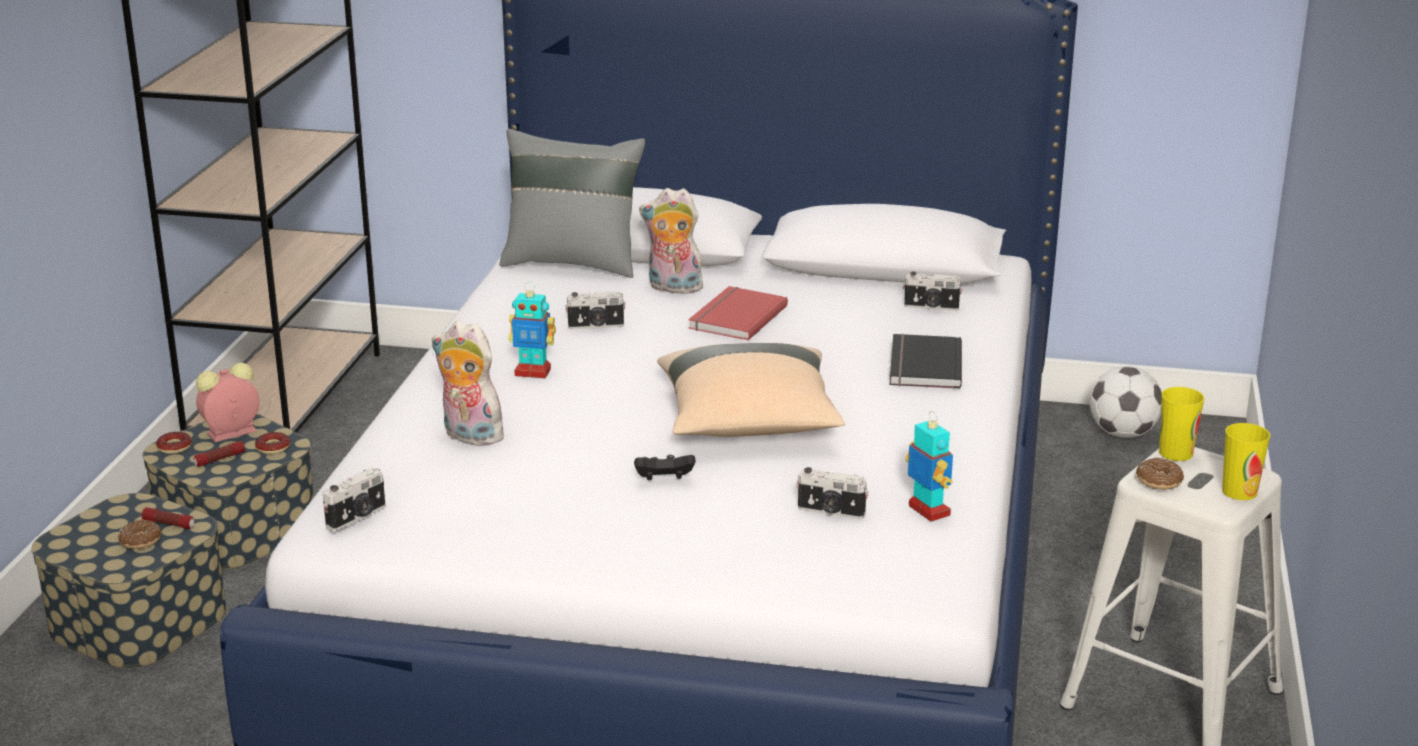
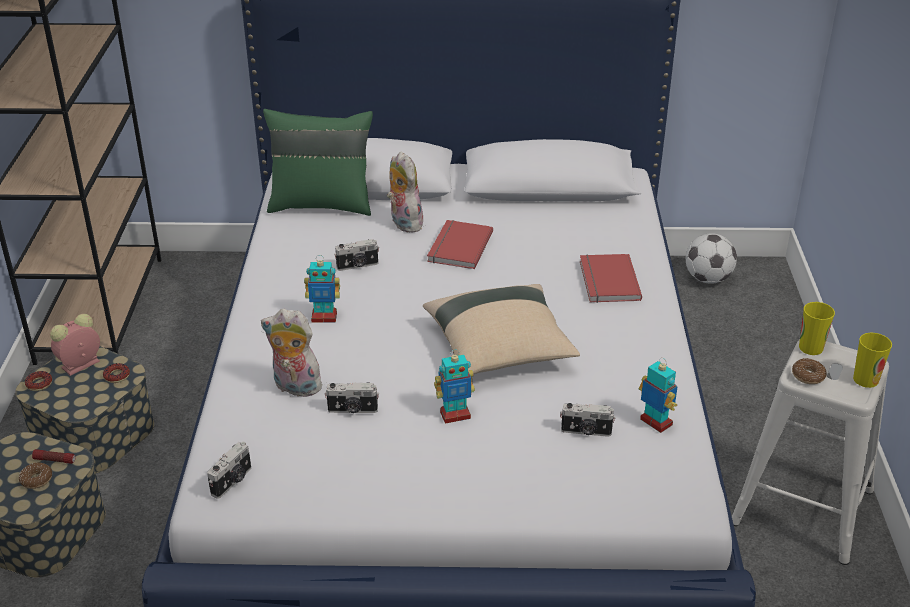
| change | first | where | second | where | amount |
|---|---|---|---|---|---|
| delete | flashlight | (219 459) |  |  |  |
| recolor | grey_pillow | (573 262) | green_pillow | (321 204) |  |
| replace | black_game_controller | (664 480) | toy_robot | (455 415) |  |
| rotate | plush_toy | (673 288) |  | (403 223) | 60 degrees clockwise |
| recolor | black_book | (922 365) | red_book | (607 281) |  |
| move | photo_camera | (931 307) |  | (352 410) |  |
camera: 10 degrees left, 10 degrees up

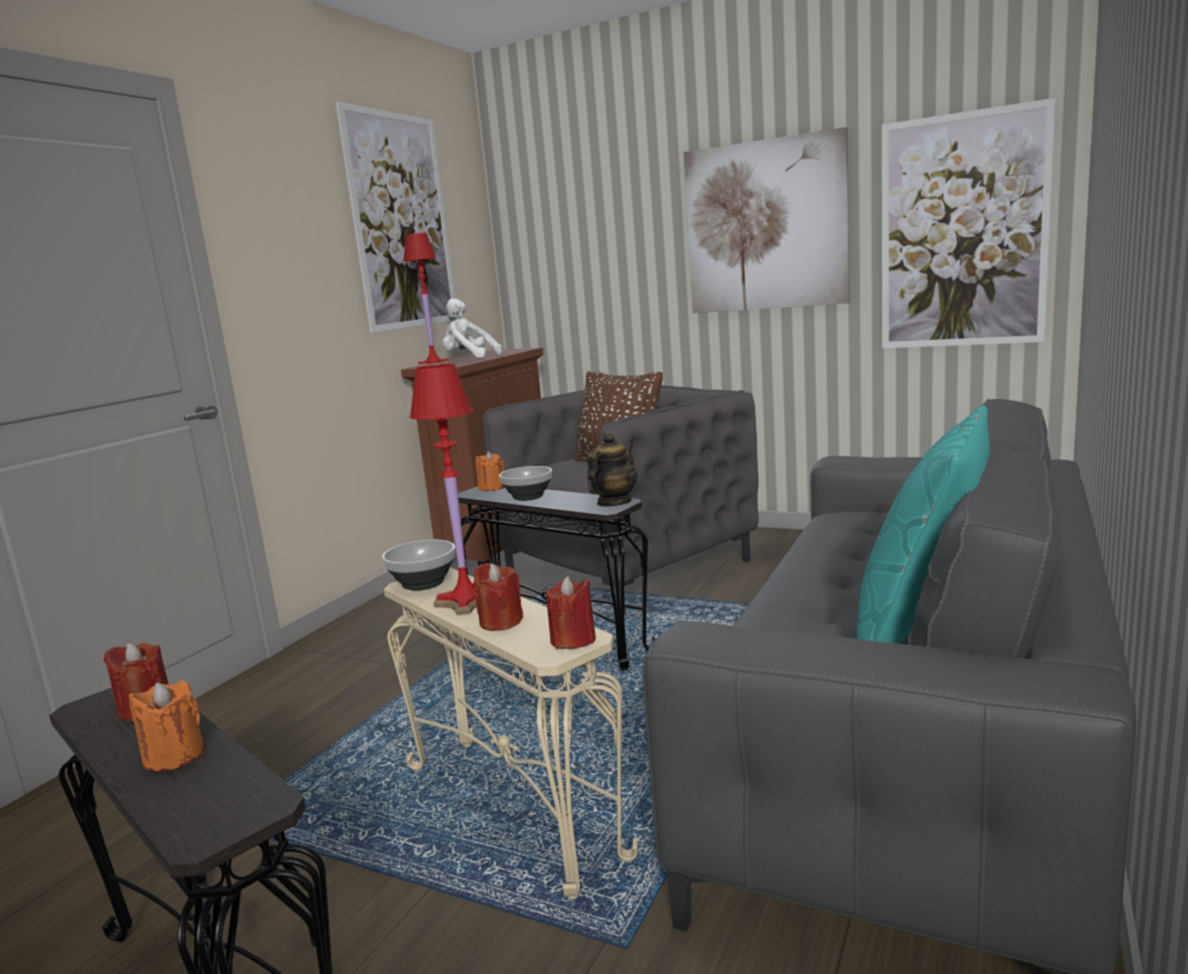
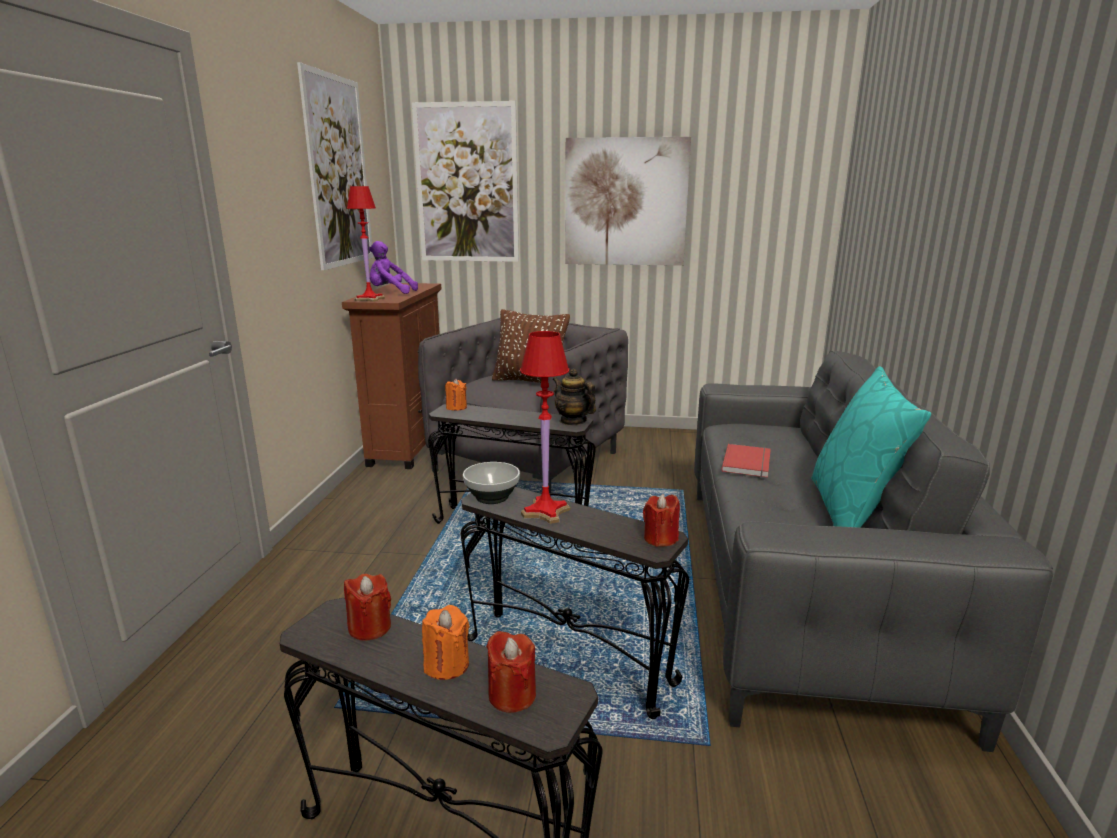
| change | first | where | second | where | amount |
|---|---|---|---|---|---|
| recolor | beige_side_table | (512 811) | black_side_table | (567 662) |  |
| recolor | white_plush_toy | (468 359) | purple_plush_toy | (390 292) |  |
| move | red_candle | (500 622) |  | (512 695) |  |
| delete | bowl | (527 496) |  |  |  |
| rotate | teapot | (613 503) |  | (573 421) | 60 degrees counterclockwise |
| move | picture | (962 232) |  | (467 184) |  |
| insert |  |  | red_book | (748 463) |  |
camera: 20 degrees left, 5 degrees up

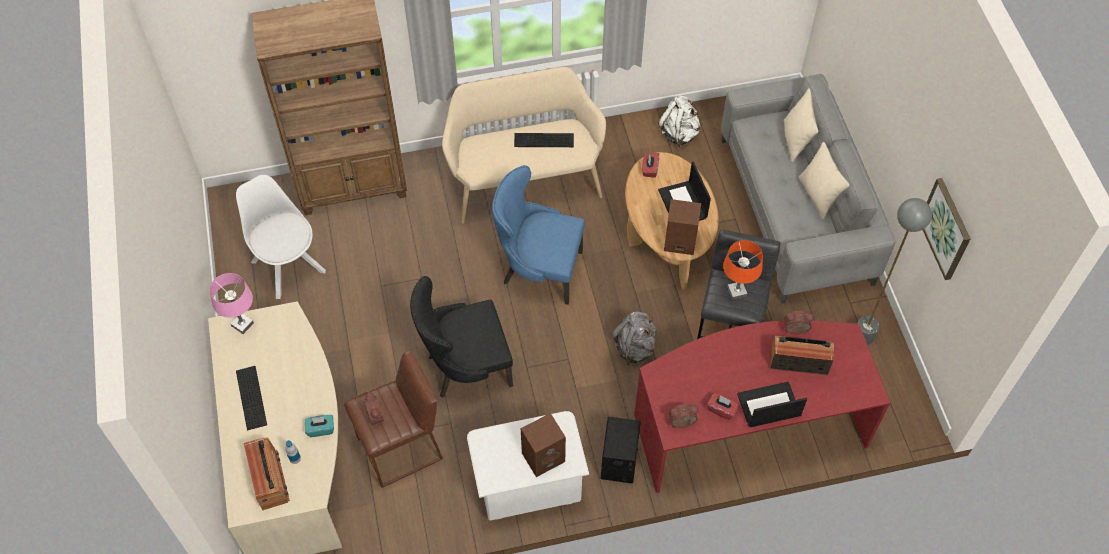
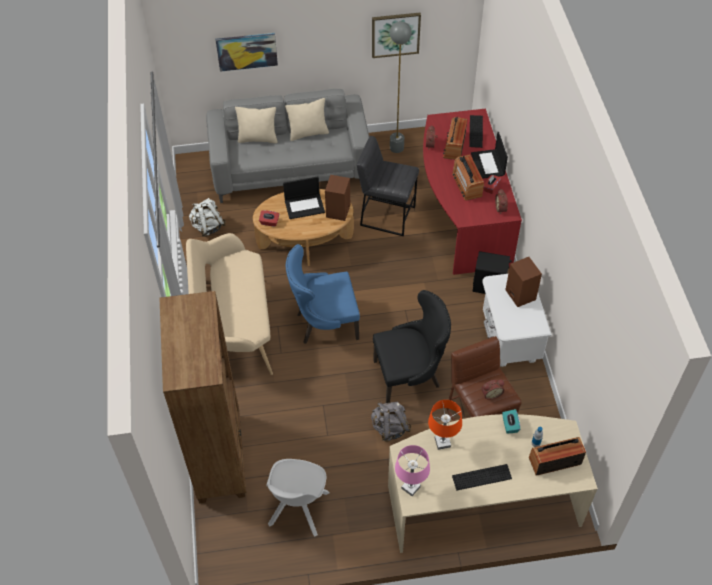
| change | first | where | second | where | amount |
|---|---|---|---|---|---|
| rotate | white_chair | (287 265) |  | (298 509) | 45 degrees counterclockwise |
| rotate | black_chair | (465 368) |  | (409 376) | 90 degrees counterclockwise |
| rotate | blue_chair | (539 270) |  | (324 324) | 60 degrees clockwise |
| move | keyboard | (544 140) |  | (476 131) |  |
| move | grey_backpack | (635 347) |  | (390 428) |  |
| move | orange_table_lamp | (736 292) |  | (442 442) |  |
| insert |  |  | picture | (246 51) |  |
| insert |  |  | radio | (467 185) |  |
camera: 85 degrees left, 5 degrees down

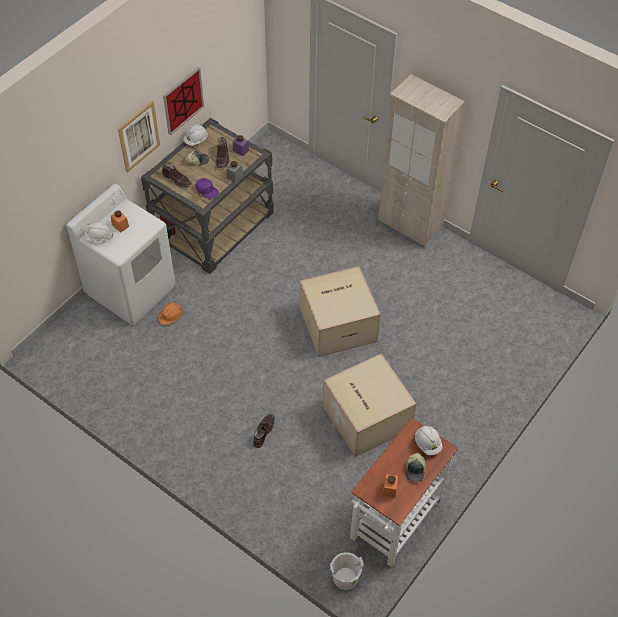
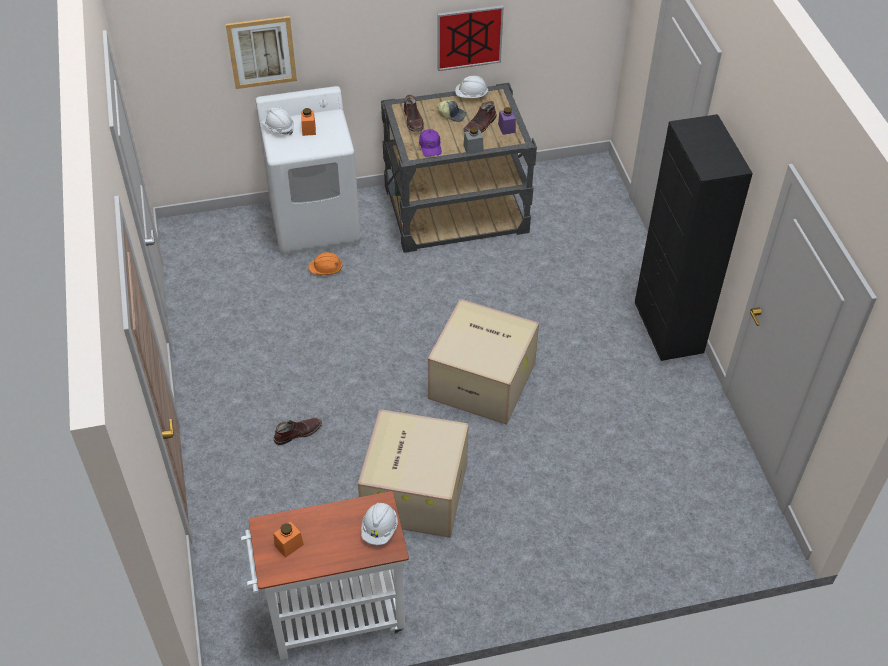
| change | first | where | second | where | amount |
|---|---|---|---|---|---|
| move | picture | (138 136) |  | (262 52) |  |
| delete | white_bucket | (345 578) |  |  |  |
| recolor | beige_cabinet | (410 226) | black_cabinet | (667 332) |  |
| delete | cap | (415 470) |  |  |  |
camera: 40 degrees right, 5 degrees down

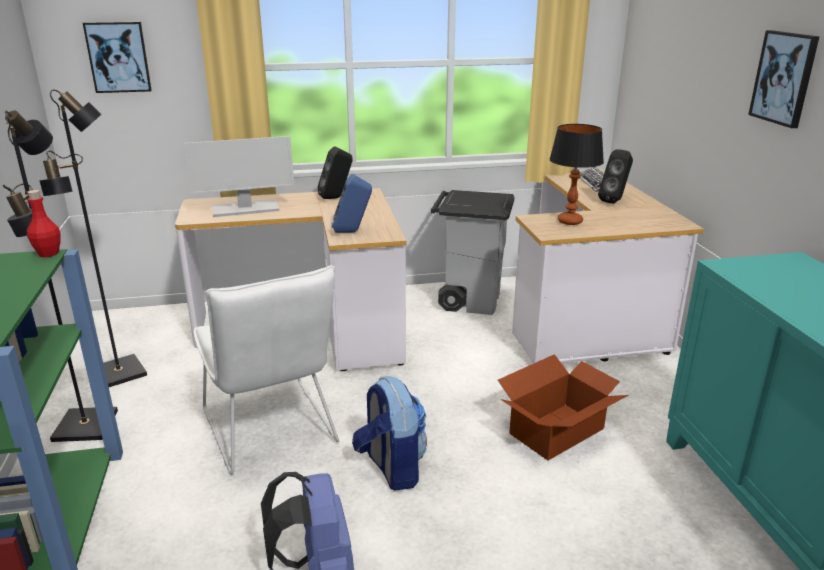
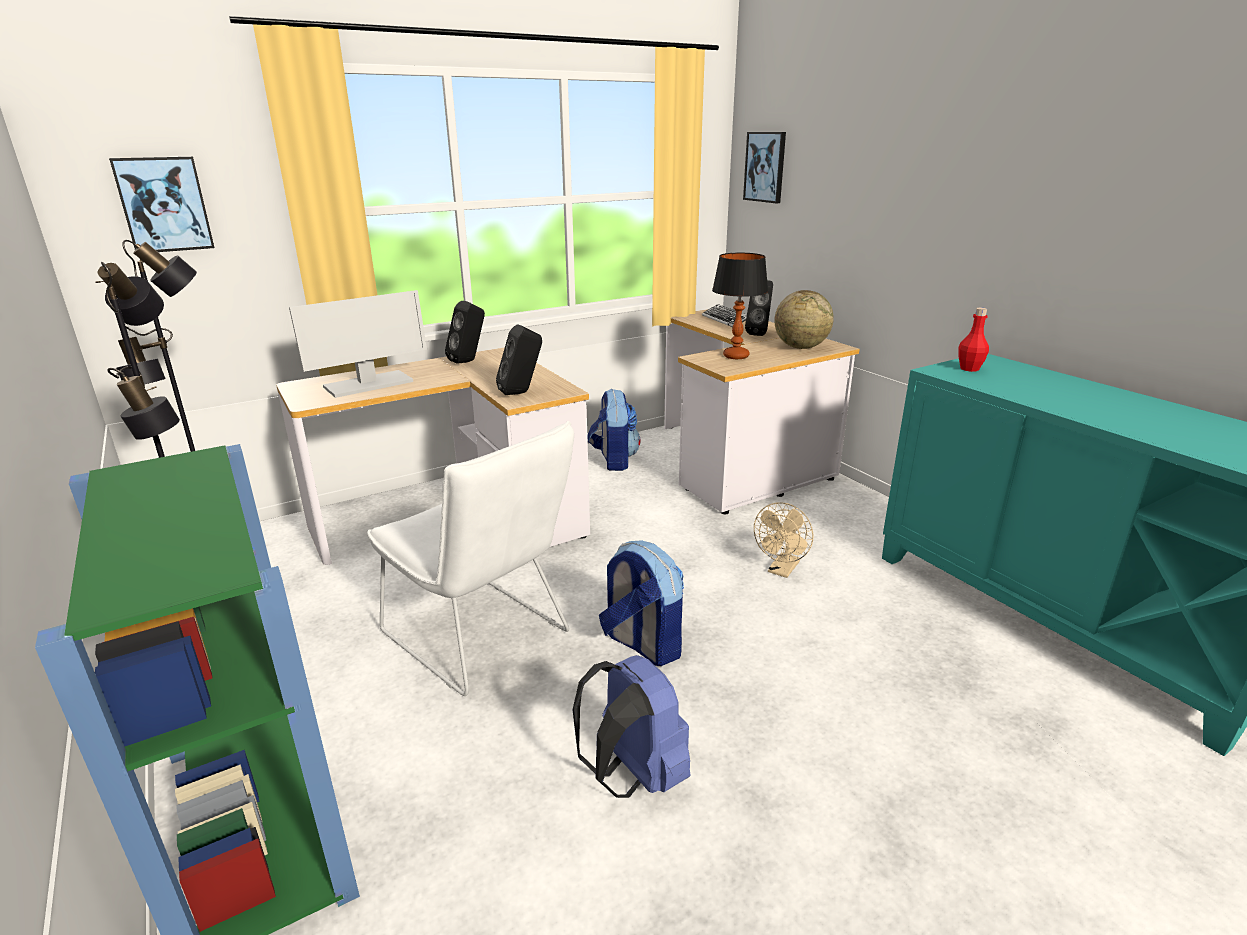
| change | first | where | second | where | amount |
|---|---|---|---|---|---|
| move | red_bottle | (48 253) |  | (969 369) |  |
| recolor | blue_speaker | (352 232) | black_speaker | (522 393) |  |
| replace | grey_trash_can | (470 300) | backpack | (614 460) |  |
| replace | cardboard_box | (558 431) | beige_fan | (782 570) |  |
| move | picture | (784 78) |  | (765 167) |  |
| insert |  |  | globe | (800 347) |  |
camera: 20 degrees left, 0 degrees up

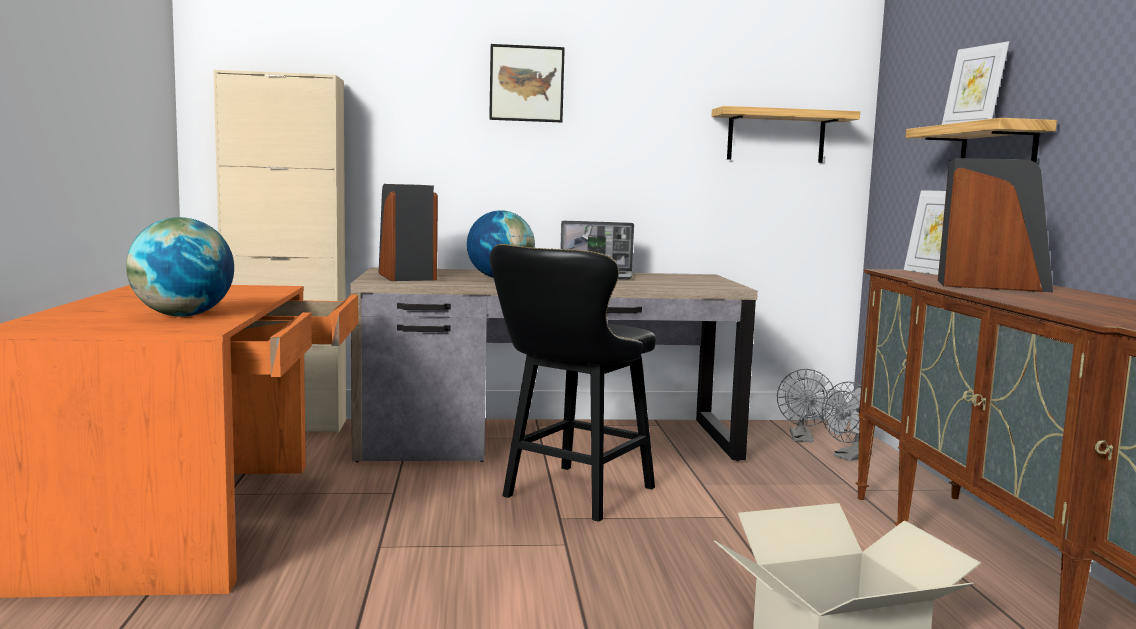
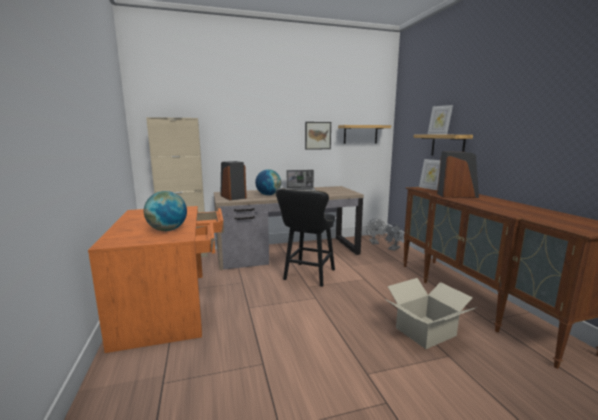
| change | first | where | second | where | amount |
|---|---|---|---|---|---|
| move | picture | (526 83) |  | (318 135) |  |
camera: 10 degrees left, 5 degrees up

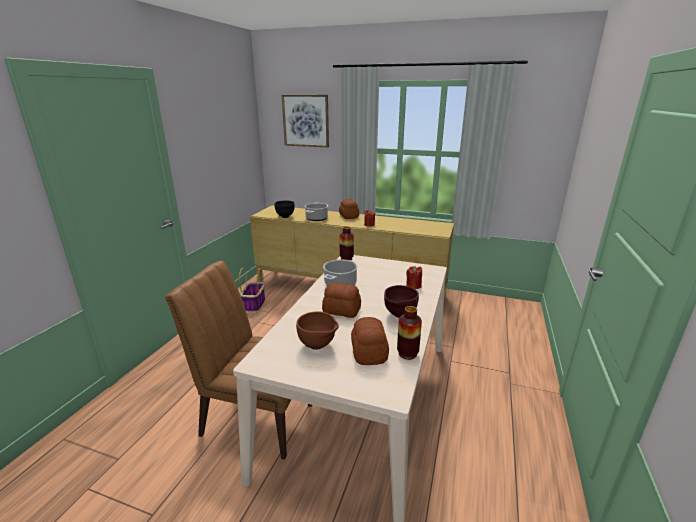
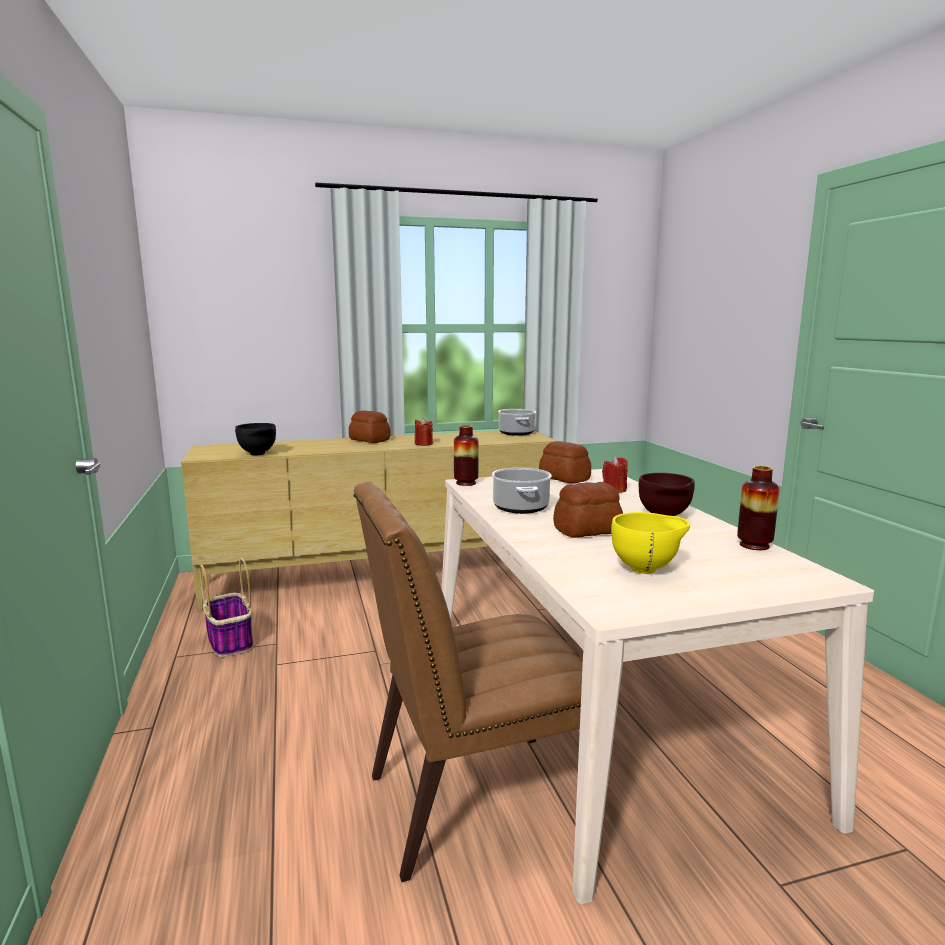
| change | first | where | second | where | amount |
|---|---|---|---|---|---|
| delete | picture | (306 121) |  |  |  |
| recolor | brown_bowl | (318 346) | yellow_bowl | (647 569) |  |
| move | cooking_pot | (316 219) |  | (517 433) |  |
| move | bread | (369 352) |  | (564 478) |  |
camera: 35 degrees left, 10 degrees down

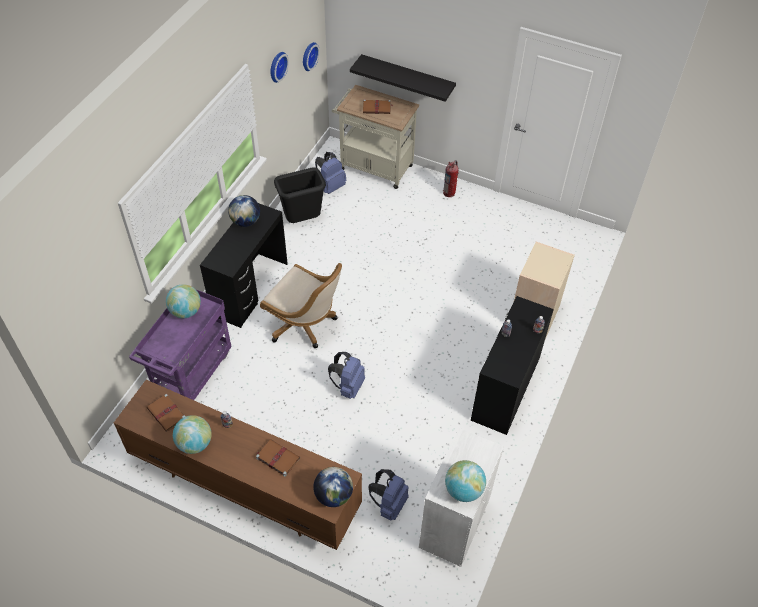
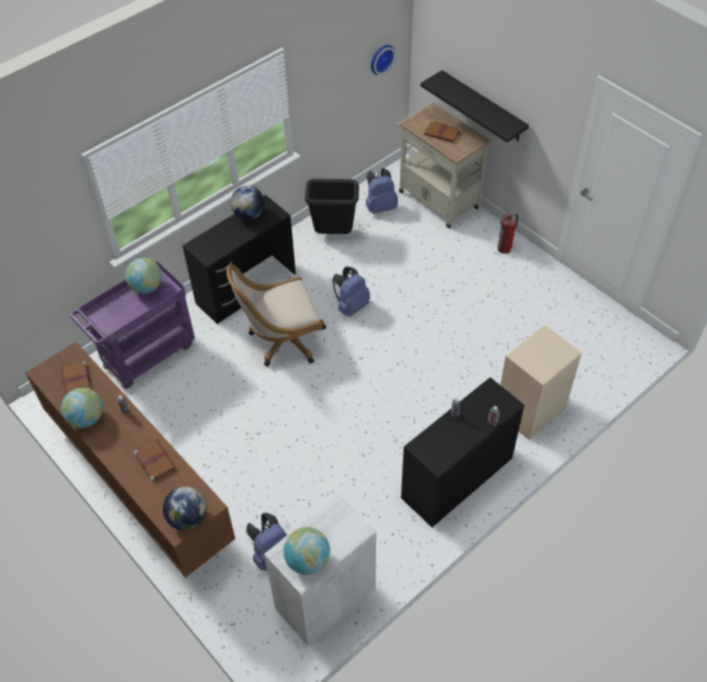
| change | first | where | second | where | amount |
|---|---|---|---|---|---|
| rotate | office_chair | (305 324) |  | (282 340) | 105 degrees clockwise |
| delete | wall_clock | (276 66) |  |  |  |
| move | blue_backpack | (348 386) |  | (351 306) |  |
camera: 25 degrees right, 0 degrees up

